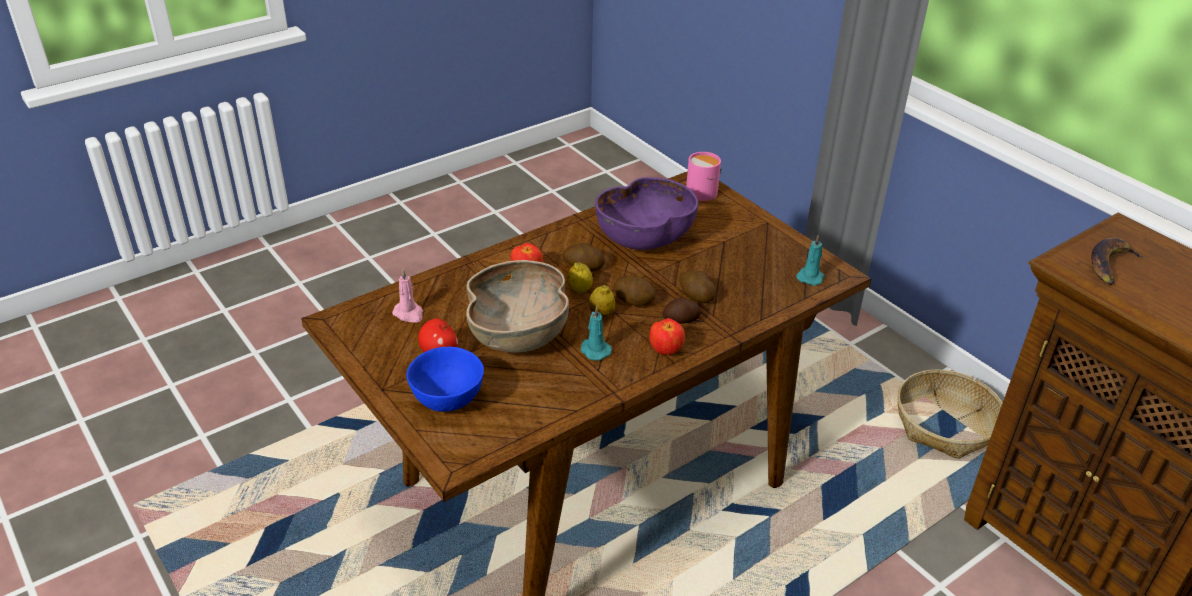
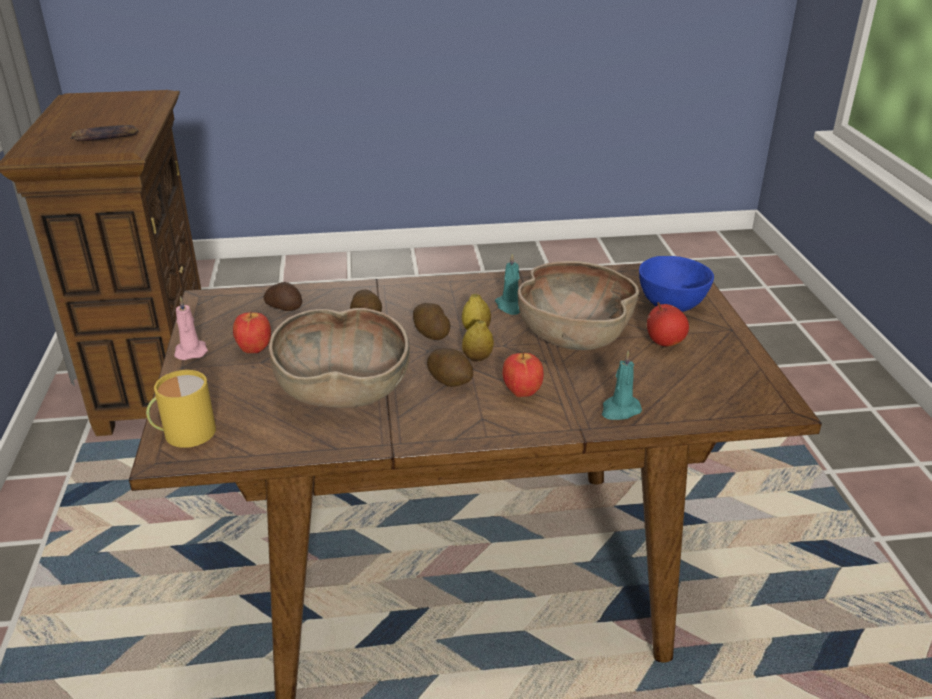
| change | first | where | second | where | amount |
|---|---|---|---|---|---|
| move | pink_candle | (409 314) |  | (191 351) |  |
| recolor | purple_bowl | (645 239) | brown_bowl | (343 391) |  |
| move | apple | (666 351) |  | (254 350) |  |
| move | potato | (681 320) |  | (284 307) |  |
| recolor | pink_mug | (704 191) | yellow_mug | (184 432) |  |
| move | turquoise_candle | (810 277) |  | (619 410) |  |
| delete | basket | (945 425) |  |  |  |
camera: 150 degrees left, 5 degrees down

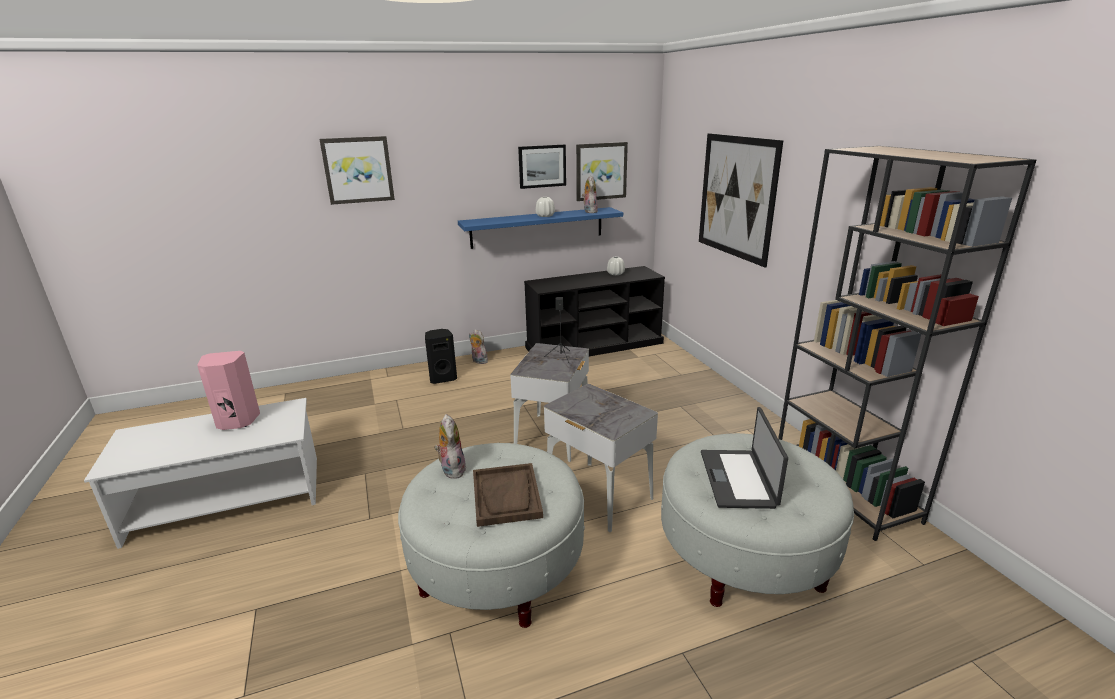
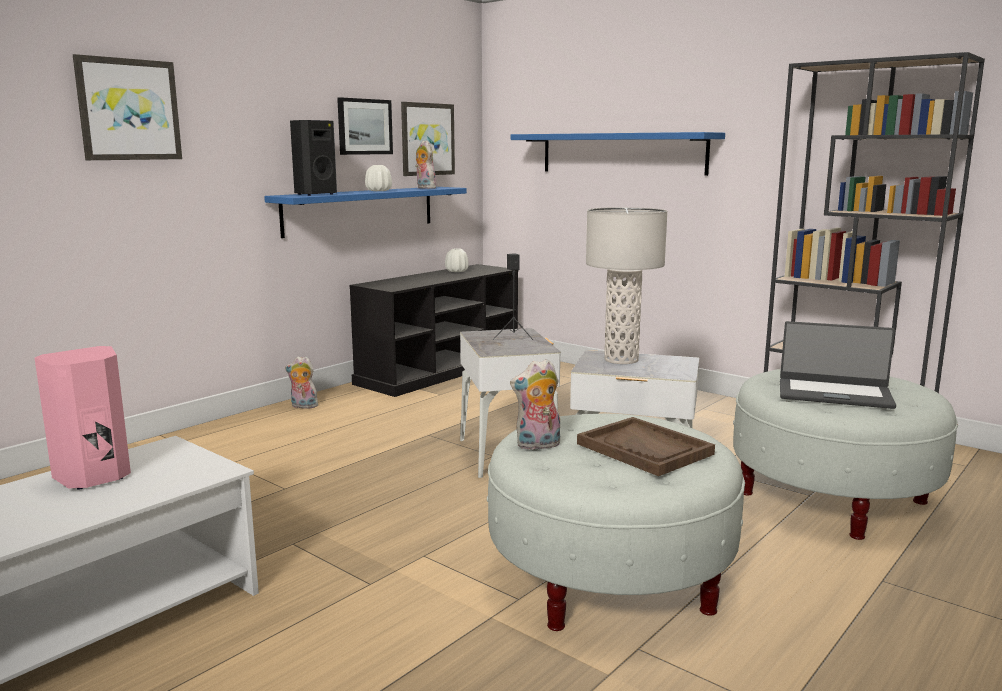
| change | first | where | second | where | amount |
|---|---|---|---|---|---|
| move | black_speaker | (442 378) |  | (314 194) |  |
| rotate | plush_toy | (451 469) |  | (538 445) | 60 degrees counterclockwise |
| replace | picture | (736 197) | blue_shelf | (621 153) |  |
| rotate | laptop | (738 479) |  | (834 394) | 45 degrees counterclockwise |
| insert |  |  | white_table_lamp | (621 360) |  |
camera: 30 degrees left, 10 degrees down

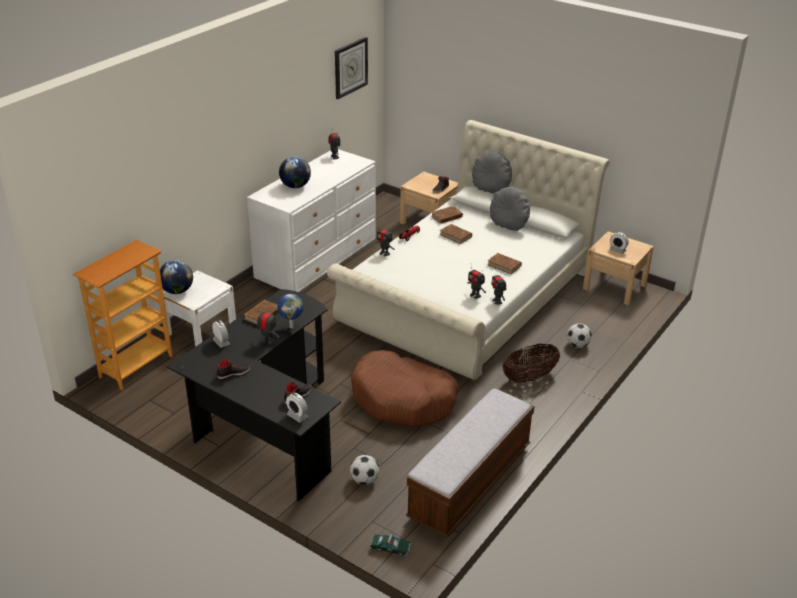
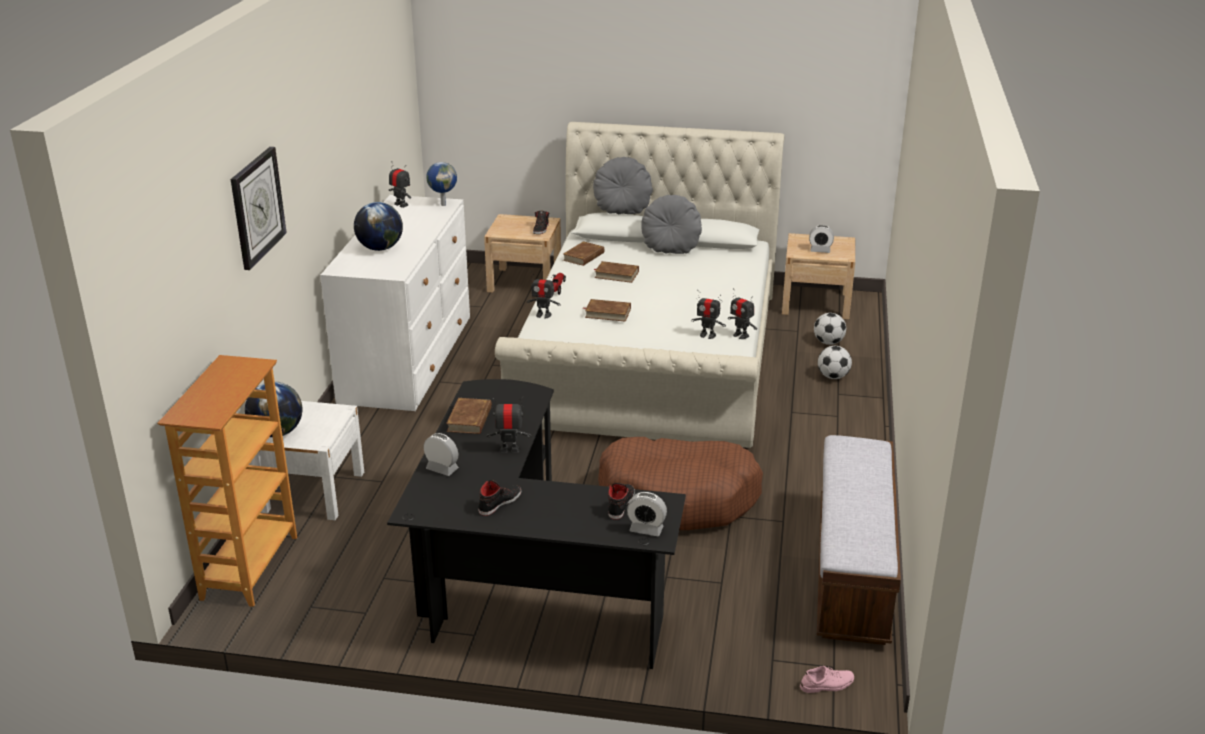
| change | first | where | second | where | amount |
|---|---|---|---|---|---|
| move | globe | (291 326) |  | (443 204) |  |
| move | wall_clock | (350 67) |  | (257 207) |  |
| move | football | (364 480) |  | (828 342) |  |
| replace | toy_car | (390 548) | pink_shoe | (827 684) |  |
| move | brown_book | (504 265) |  | (607 313) |  |
| delete | basket | (529 377) |  |  |  |
camera: 25 degrees left, 5 degrees down

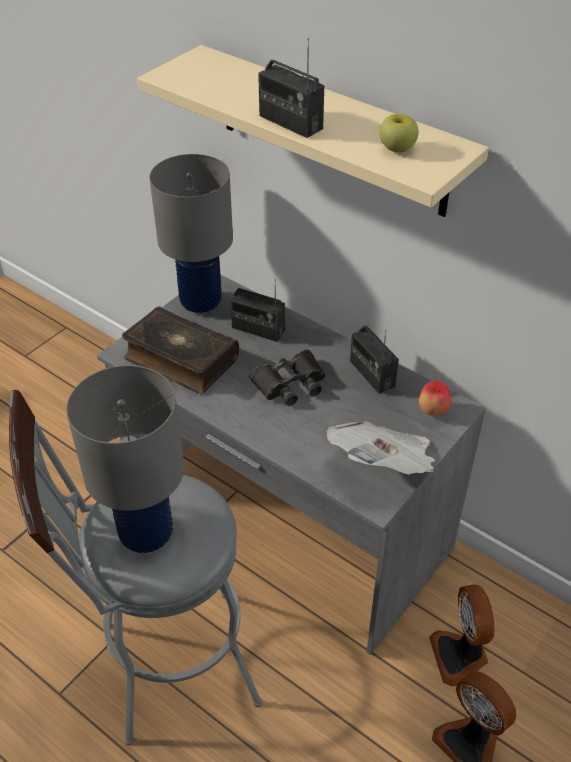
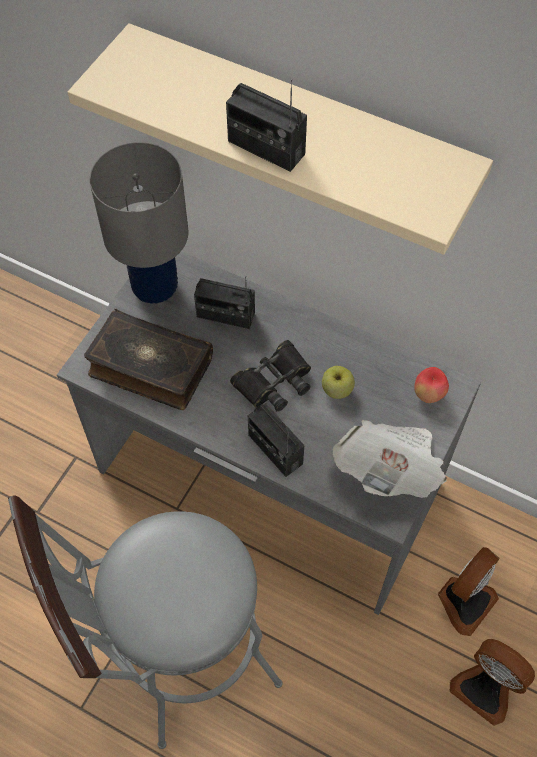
| change | first | where | second | where | amount |
|---|---|---|---|---|---|
| delete | grey_table_lamp | (147 535) |  |  |  |
| move | radio | (372 374) |  | (275 449) |  |
| move | apple | (397 148) |  | (337 390) |  |
| rotate | fan | (460 656) |  | (464 601) | 120 degrees counterclockwise |
camera: 10 degrees left, 15 degrees up

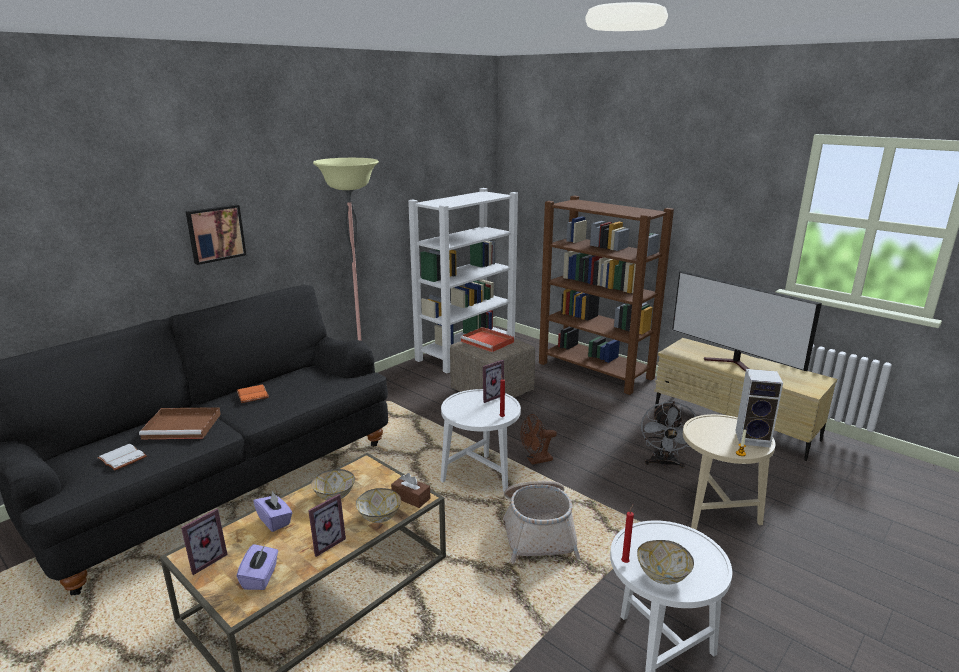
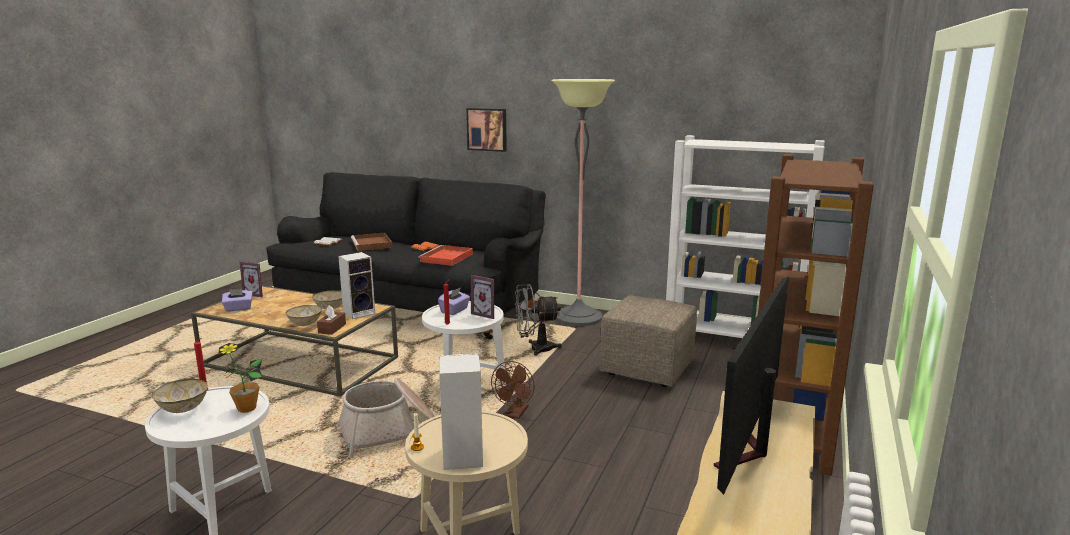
| change | first | where | second | where | amount |
|---|---|---|---|---|---|
| move | purple_tissue_box | (275 521) |  | (454 310) |  |
| delete | picture_frame | (325 543) |  |  |  |
| move | red_tray | (488 342) |  | (446 258) |  |
| rotate | brown_fan | (536 460) |  | (515 414) | 120 degrees counterclockwise |
| move | grey_fan | (664 463) |  | (535 349) |  |
| insert |  |  | potted_plant | (246 408) |  |
| insert |  |  | speaker | (360 313) |  |
camera: 70 degrees right, 5 degrees down

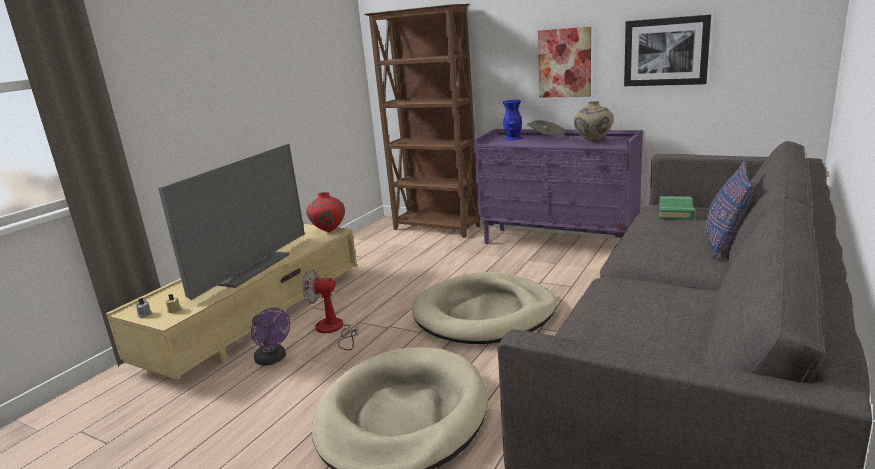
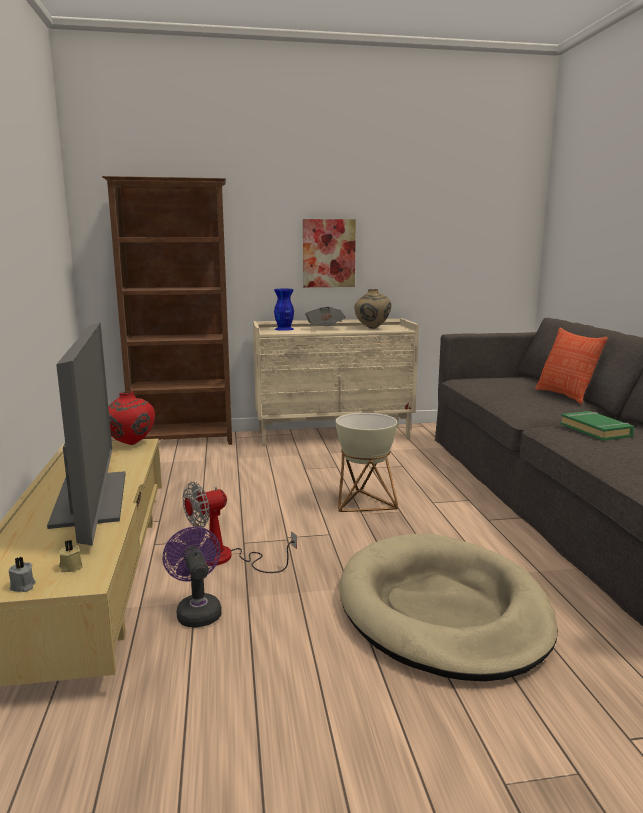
| change | first | where | second | where | amount |
|---|---|---|---|---|---|
| rotate | purple_fan | (273 359) |  | (197 611) | 120 degrees counterclockwise |
| replace | beige_dog_bed | (484 313) | planter | (365 503) |  |
| recolor | purple_cabinet | (558 243) | beige_cabinet | (334 435) |  |
| delete | picture | (665 52) |  |  |  |
| move | green_book | (675 212) |  | (596 430) |  |
| recolor | blue_pillow | (724 245) | orange_pillow | (565 396) |  |
camera: 40 degrees left, 5 degrees down

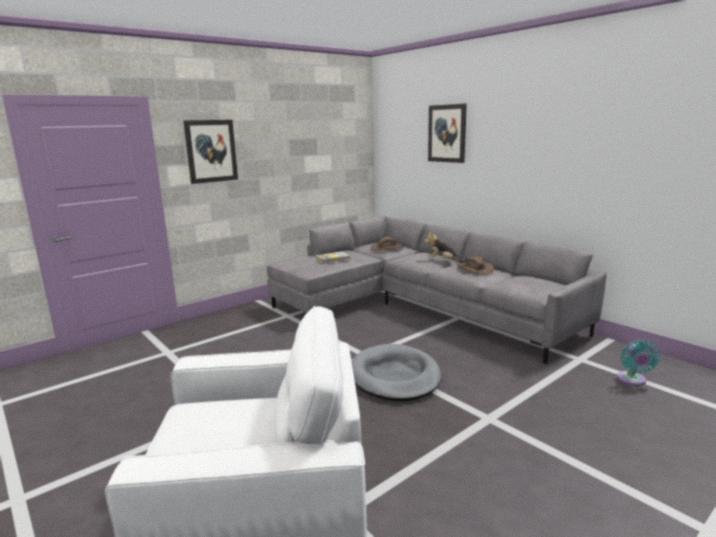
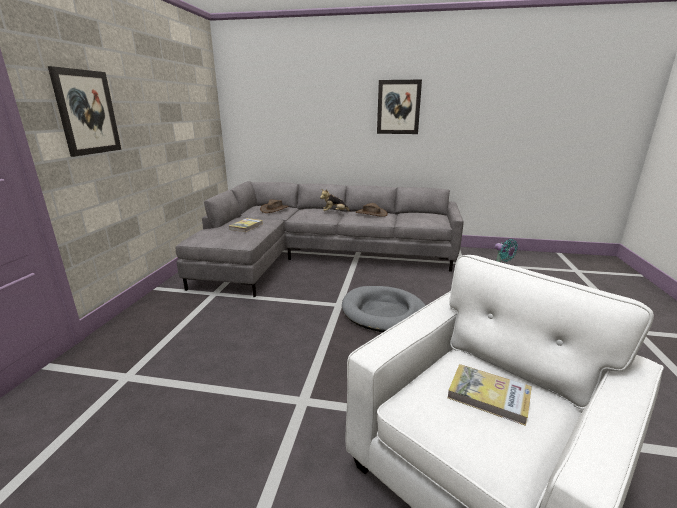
| change | first | where | second | where | amount |
|---|---|---|---|---|---|
| move | picture | (447 133) |  | (398 107) |  |
| insert |  |  | book | (488 396) |  |
camera: 40 degrees left, 5 degrees up

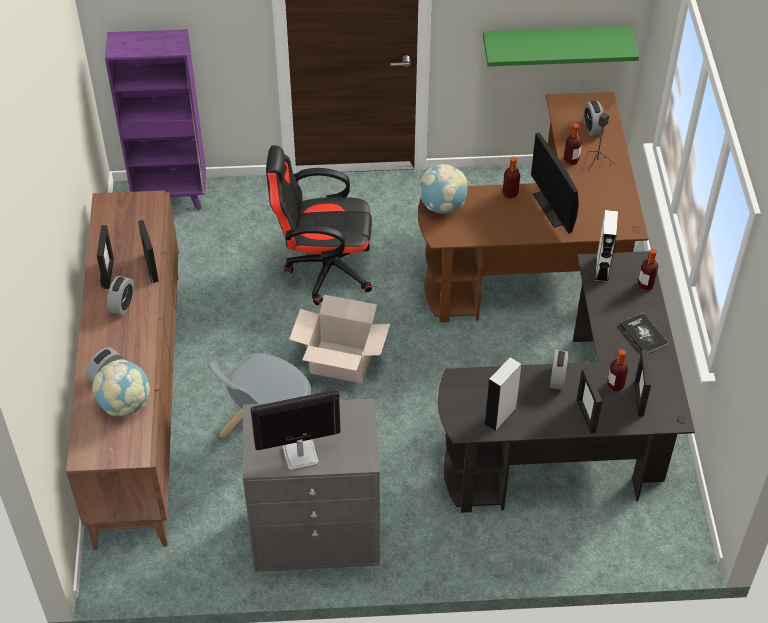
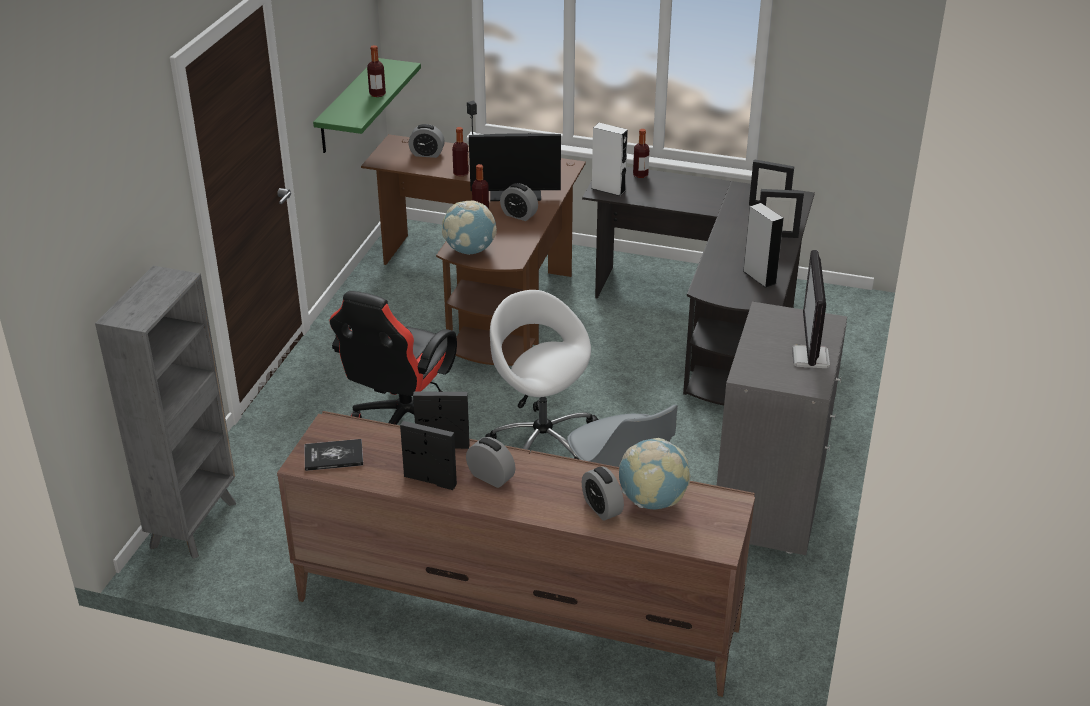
| change | first | where | second | where | amount |
|---|---|---|---|---|---|
| recolor | purple_bookcase | (171 197) | grey_bookcase | (195 523) |  |
| replace | cardboard_box | (341 361) | white_office_chair | (541 442) |  |
| move | alarm_clock | (557 378) |  | (519 215) |  |
| move | bottle | (615 385) |  | (377 94) |  |
| move | book | (643 334) |  | (333 456) |  |
camera: 70 degrees left, 15 degrees down

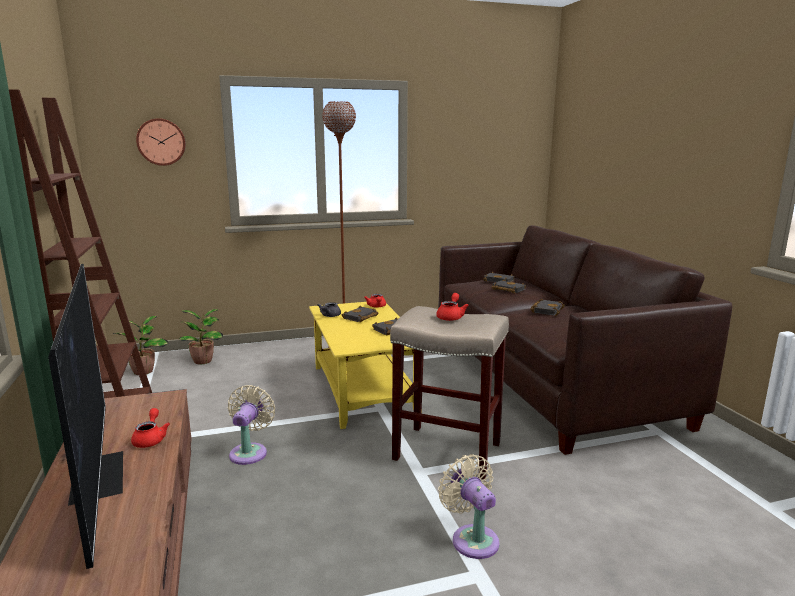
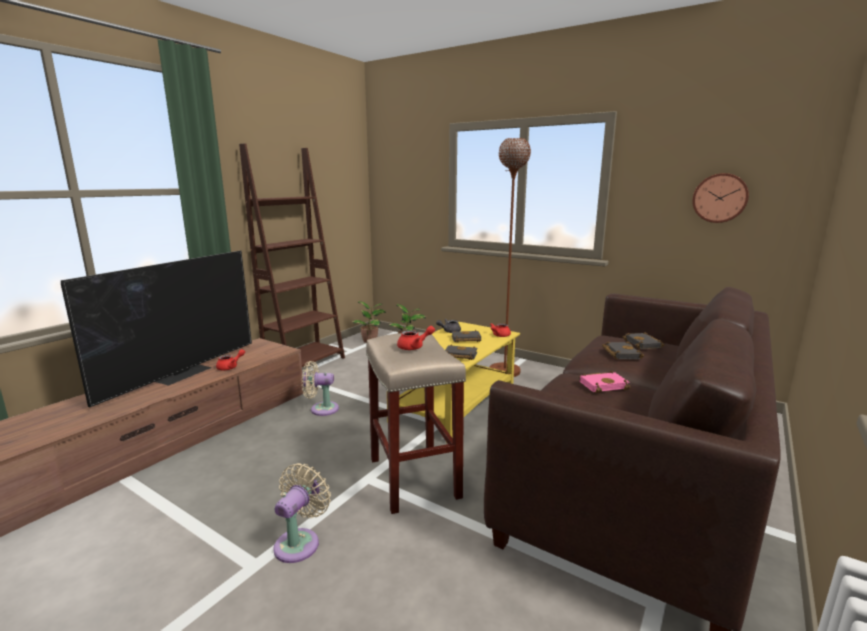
| change | first | where | second | where | amount |
|---|---|---|---|---|---|
| move | wall_clock | (161 142) |  | (720 198) |  |
| rotate | beige_fan | (250 452) |  | (321 409) | 150 degrees counterclockwise |
| recolor | black_book | (546 310) | pink_book | (603 385) |  |
camera: 50 degrees right, 0 degrees up

